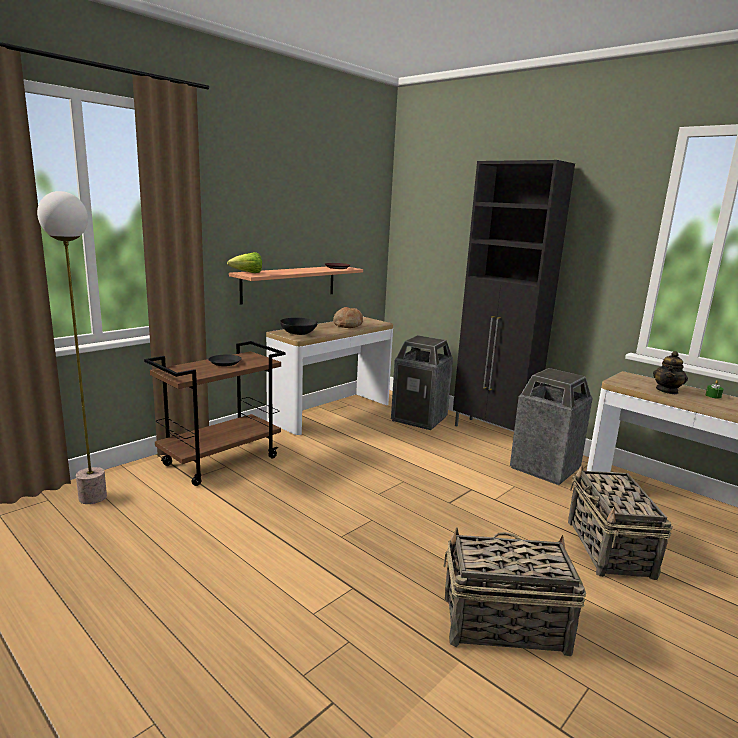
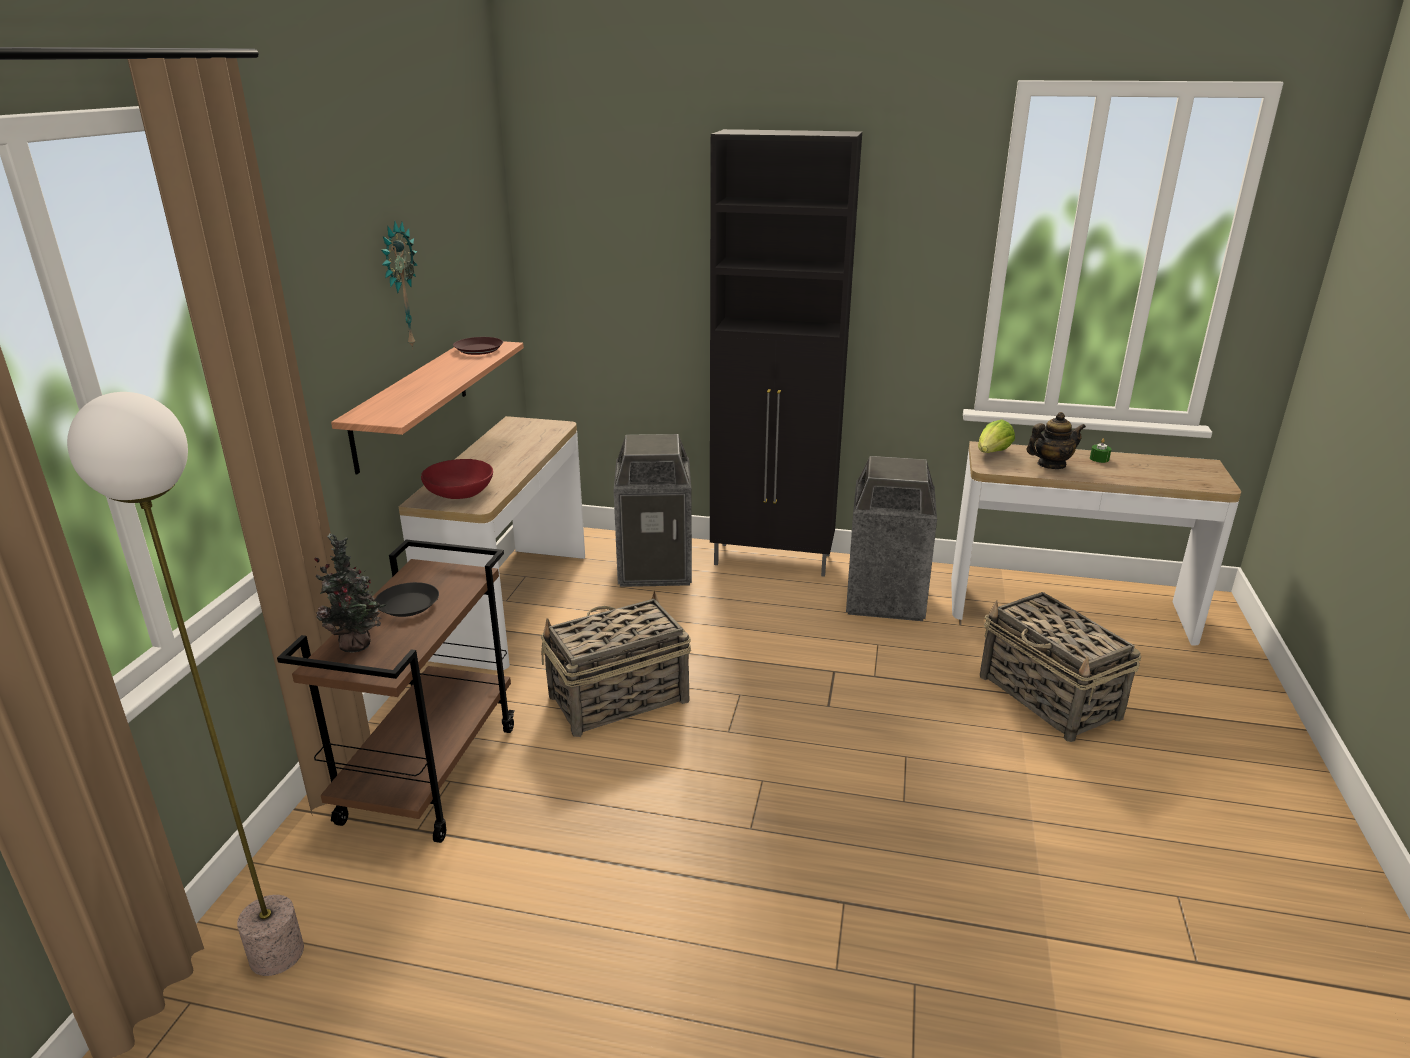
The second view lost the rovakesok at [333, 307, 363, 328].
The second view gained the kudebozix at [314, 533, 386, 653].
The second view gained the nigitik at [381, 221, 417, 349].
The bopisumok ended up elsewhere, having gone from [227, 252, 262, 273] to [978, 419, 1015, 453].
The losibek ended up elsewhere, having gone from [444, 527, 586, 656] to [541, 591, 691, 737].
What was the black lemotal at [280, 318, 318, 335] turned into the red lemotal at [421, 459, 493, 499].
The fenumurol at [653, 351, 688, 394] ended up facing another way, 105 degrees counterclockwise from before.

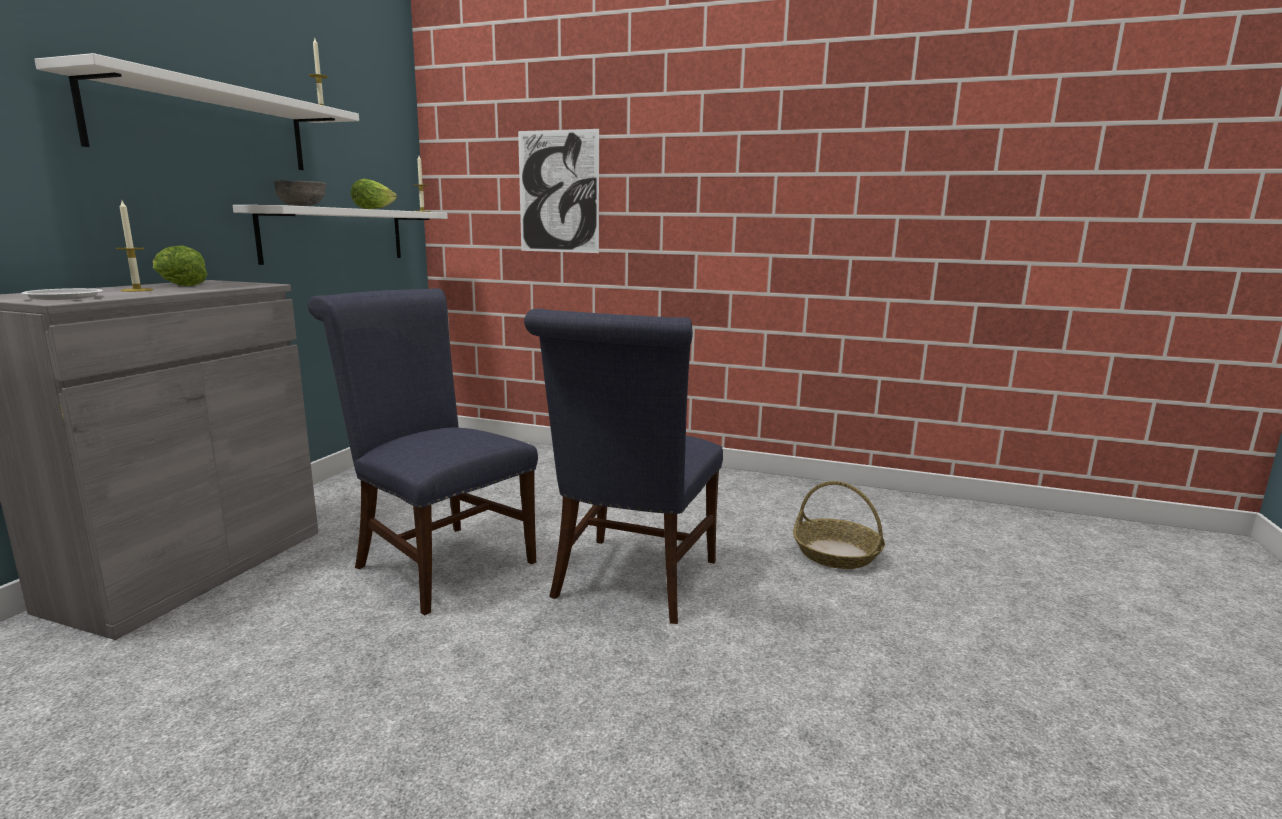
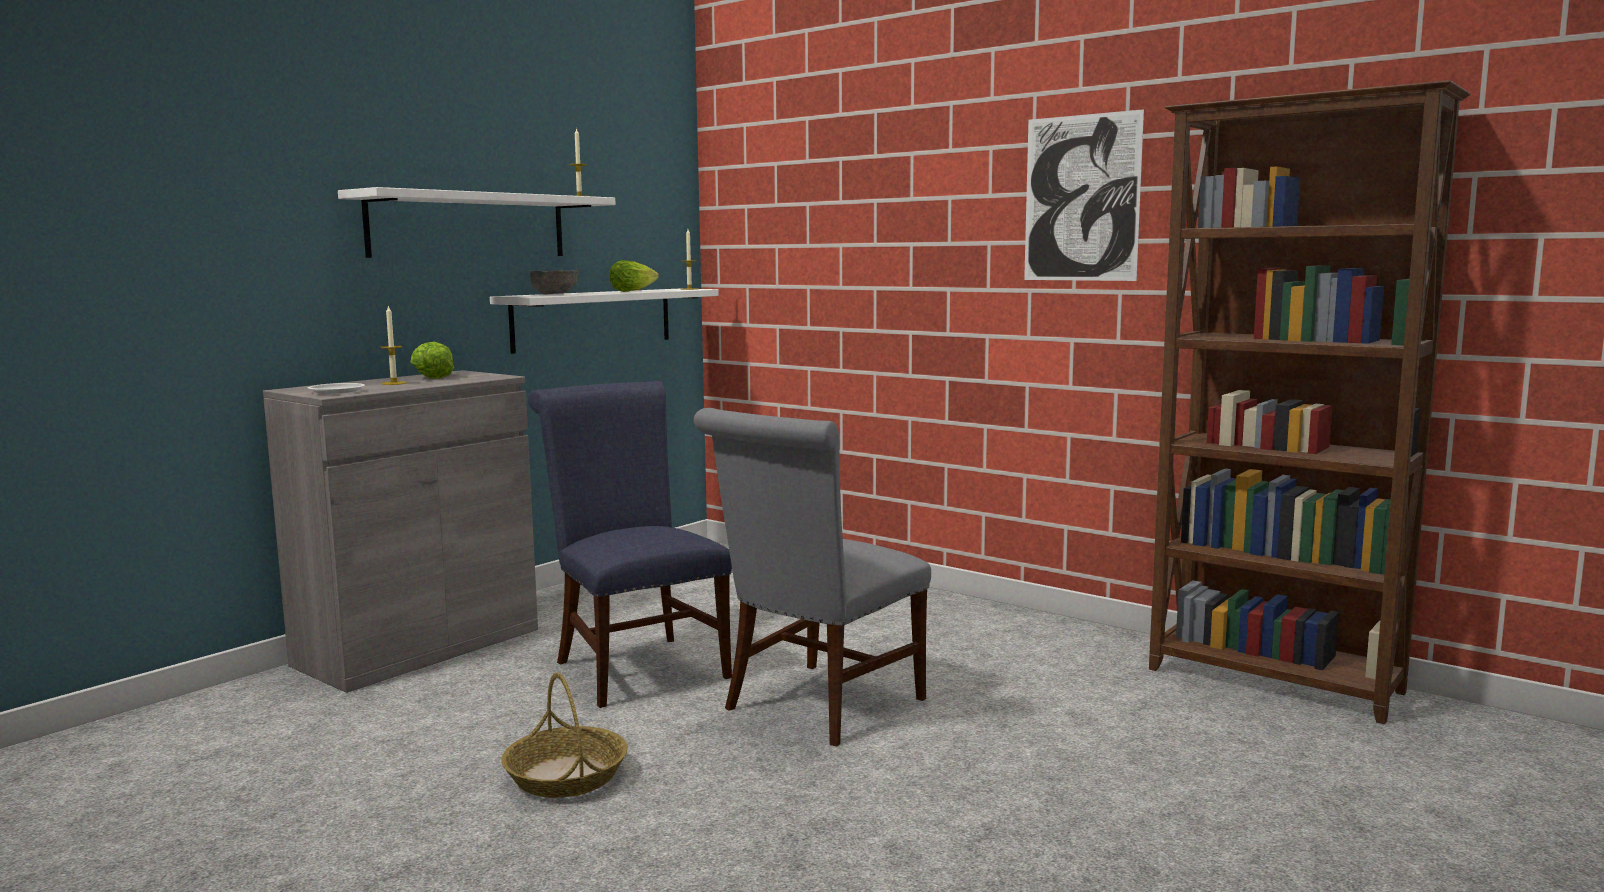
The second view gained the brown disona at [1149, 80, 1471, 724].
The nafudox ended up elsewhere, having gone from [518, 129, 599, 253] to [1024, 109, 1144, 281].
The losibek ended up elsewhere, having gone from [793, 481, 885, 569] to [501, 673, 628, 798].
What was the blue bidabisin at [524, 309, 723, 624] turned into the grey bidabisin at [694, 408, 931, 747].

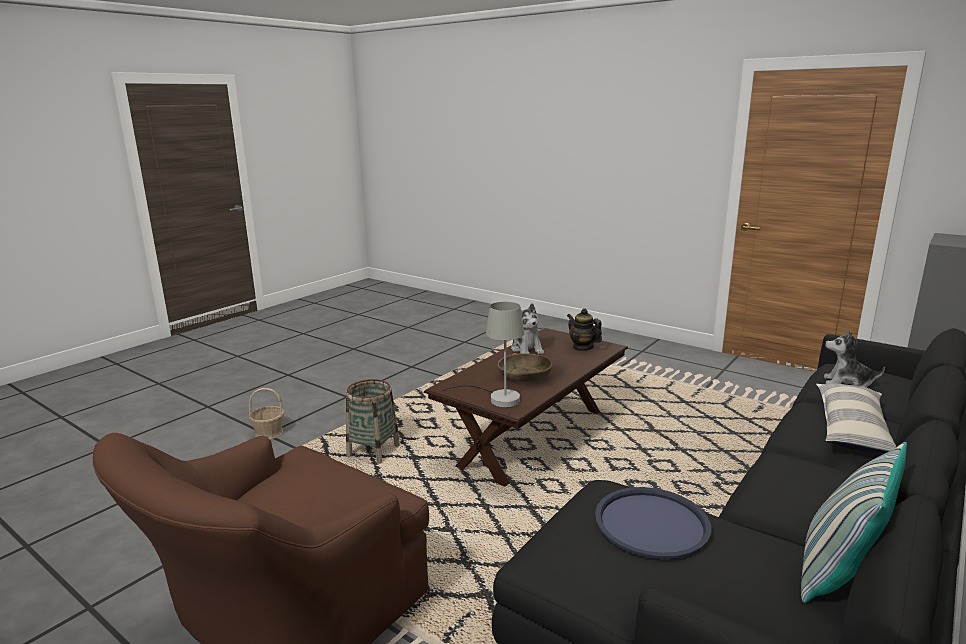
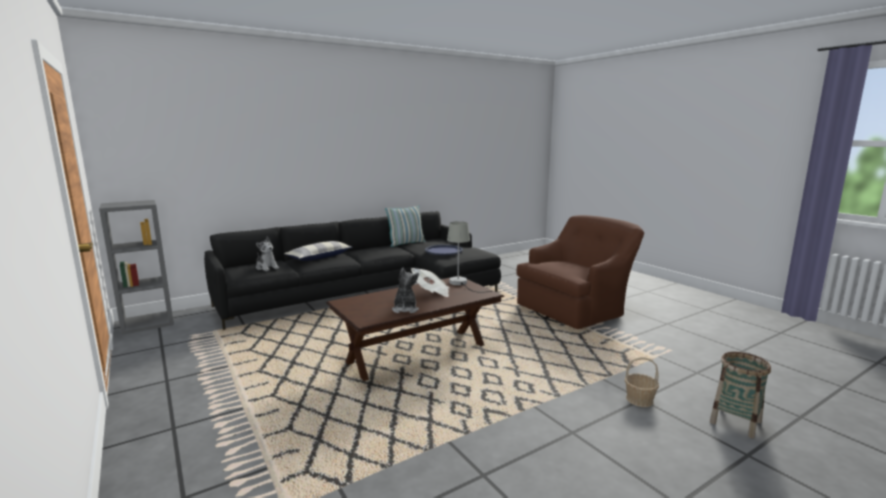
The second view lost the fenumurol at [567, 308, 602, 351].
The losibek ended up elsewhere, having gone from [346, 379, 400, 464] to [710, 352, 771, 439].
Where the brown lemotal stood at [497, 353, 552, 382], the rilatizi came to stand at [411, 268, 449, 297].

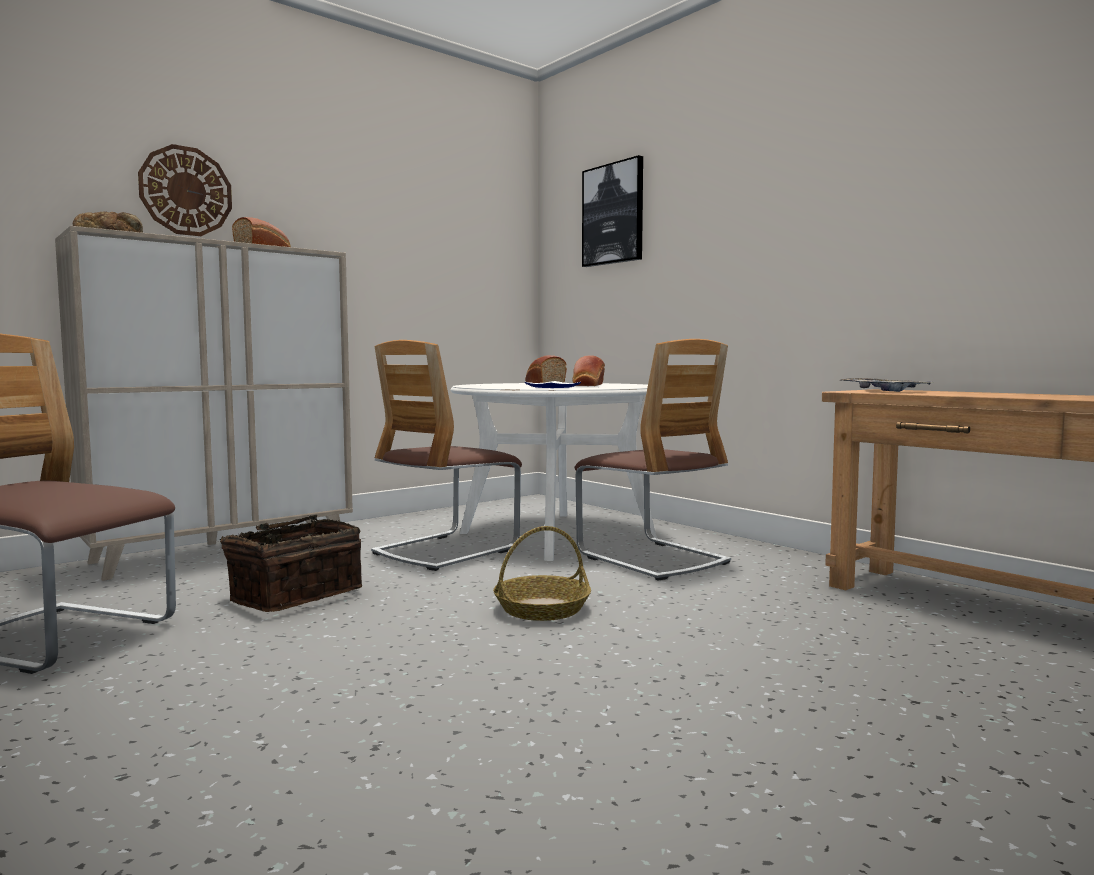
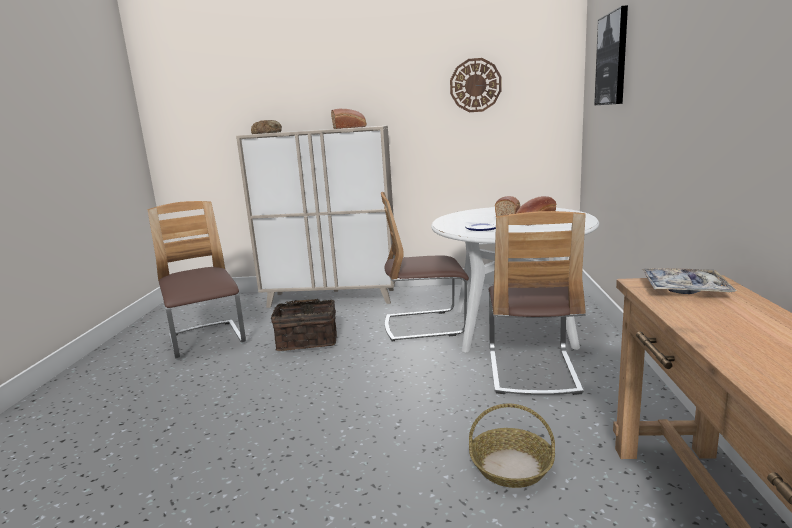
The nigitik ended up elsewhere, having gone from [138, 144, 232, 236] to [450, 58, 502, 112].
The losibek ended up elsewhere, having gone from [493, 526, 591, 621] to [469, 404, 555, 488].

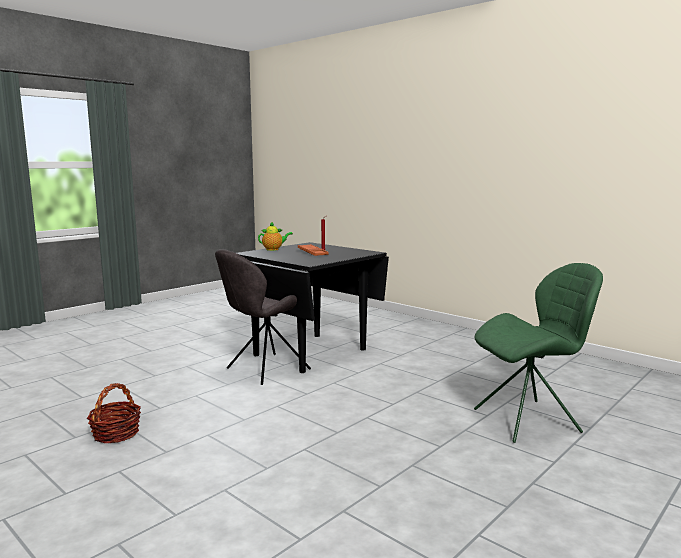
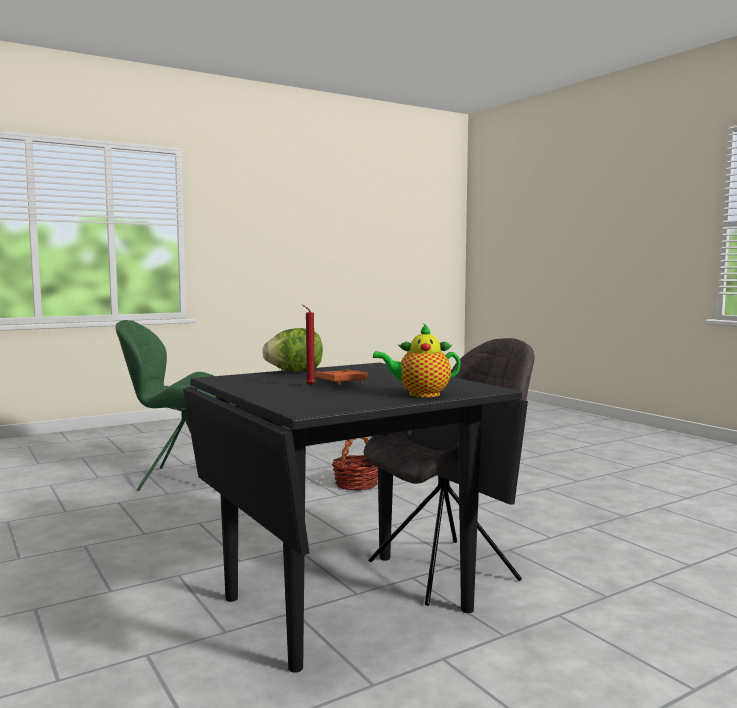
The second view gained the bopisumok at [262, 328, 323, 372].
The losibek ended up elsewhere, having gone from [87, 383, 141, 443] to [332, 437, 378, 490].

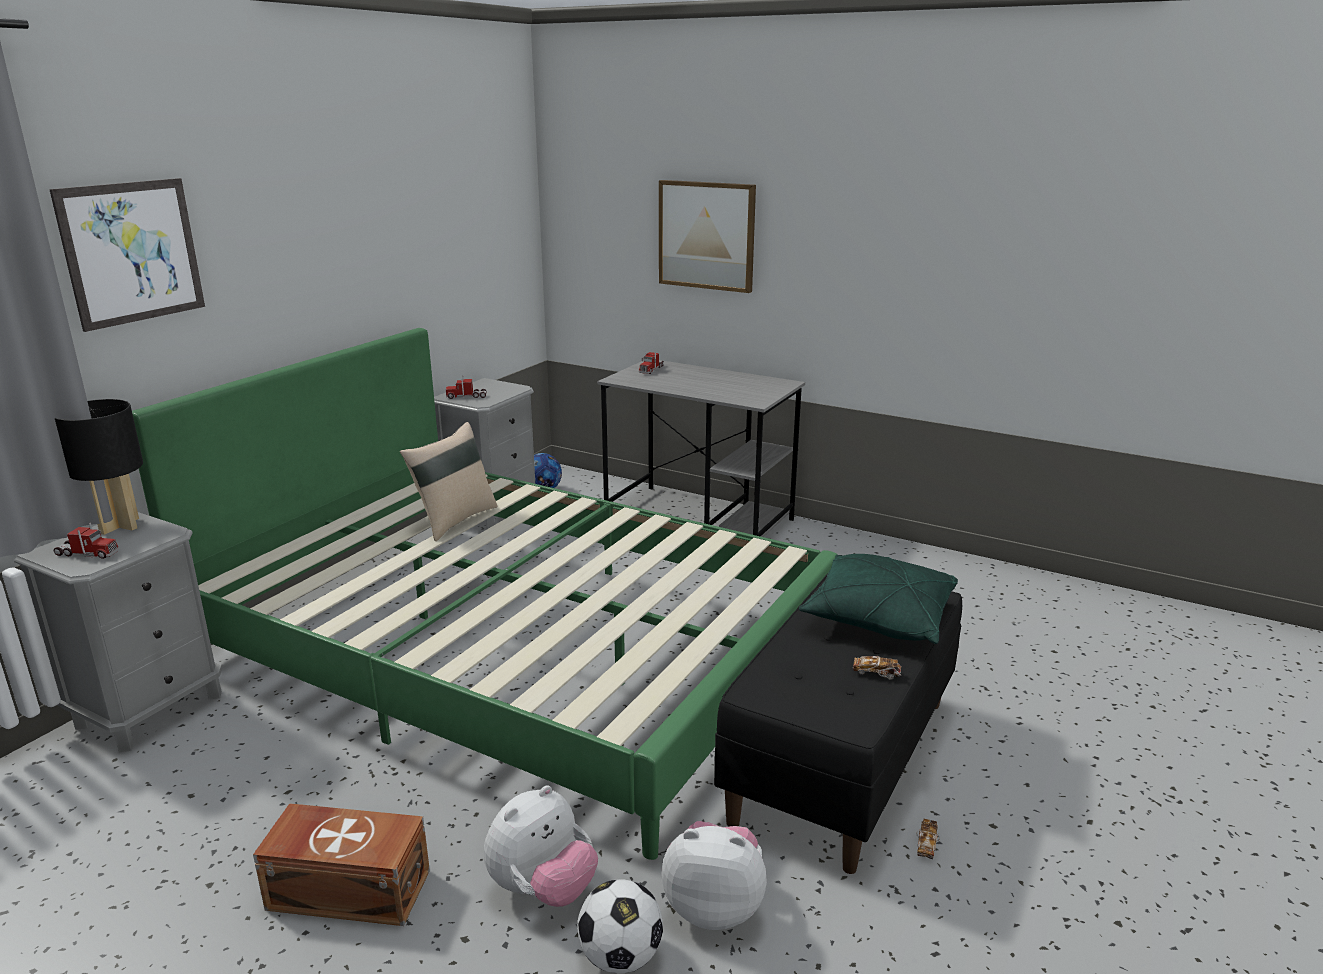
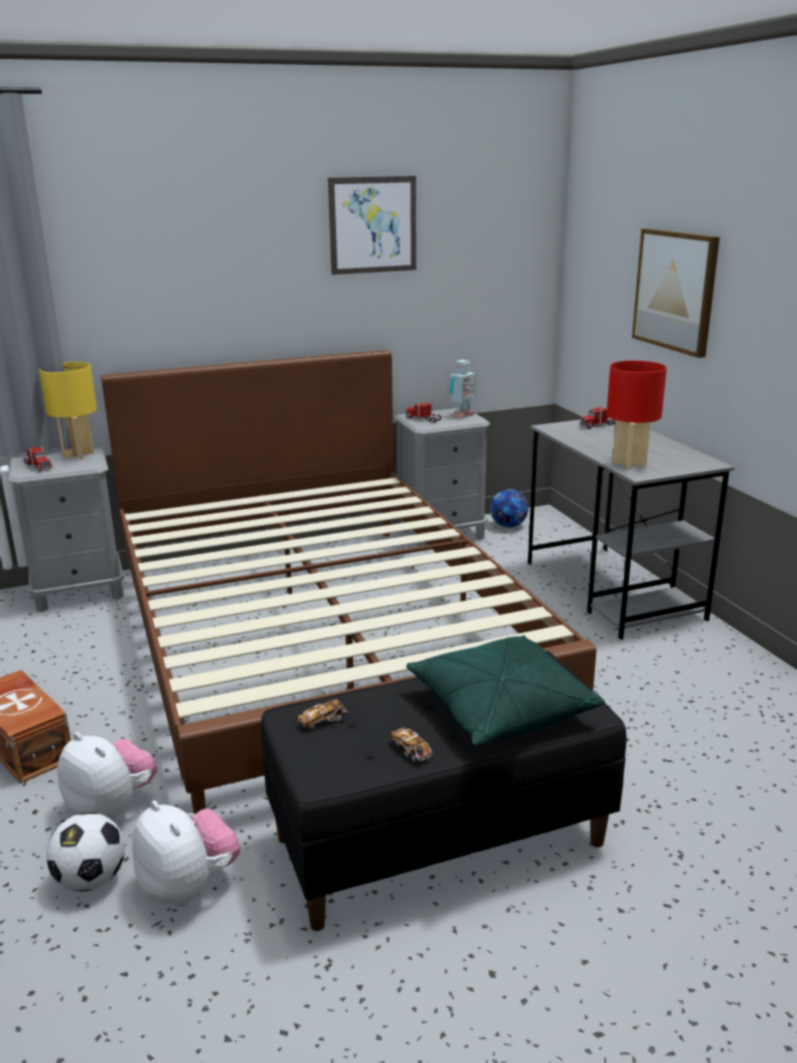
The second view lost the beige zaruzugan at [400, 422, 497, 541].
The second view gained the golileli at [450, 360, 476, 418].
The second view gained the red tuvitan at [606, 360, 667, 469].
The nafudox ended up elsewhere, having gone from [49, 178, 205, 332] to [328, 176, 416, 275].
The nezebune ended up elsewhere, having gone from [917, 819, 940, 859] to [298, 699, 348, 729].
What was the black tuvitan at [55, 399, 143, 535] turned into the yellow tuvitan at [39, 362, 97, 459].
What was the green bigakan at [132, 328, 838, 860] turned into the brown bigakan at [101, 350, 597, 814].
The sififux at [484, 785, 598, 907] ended up facing another way, 135 degrees counterclockwise from before.

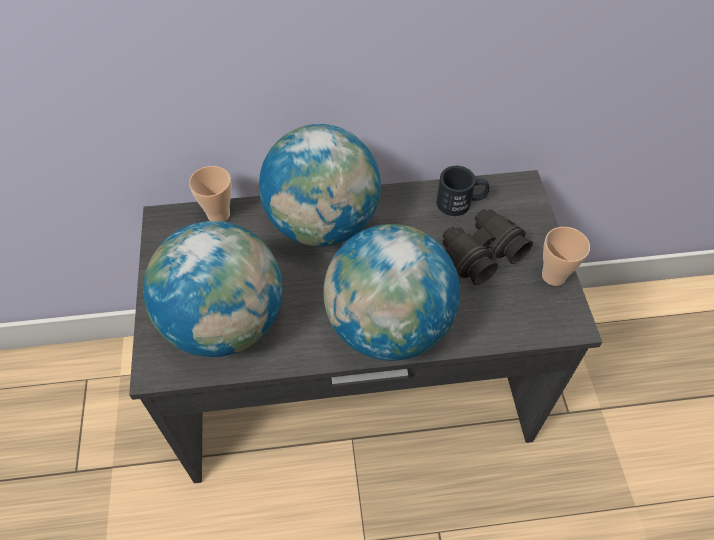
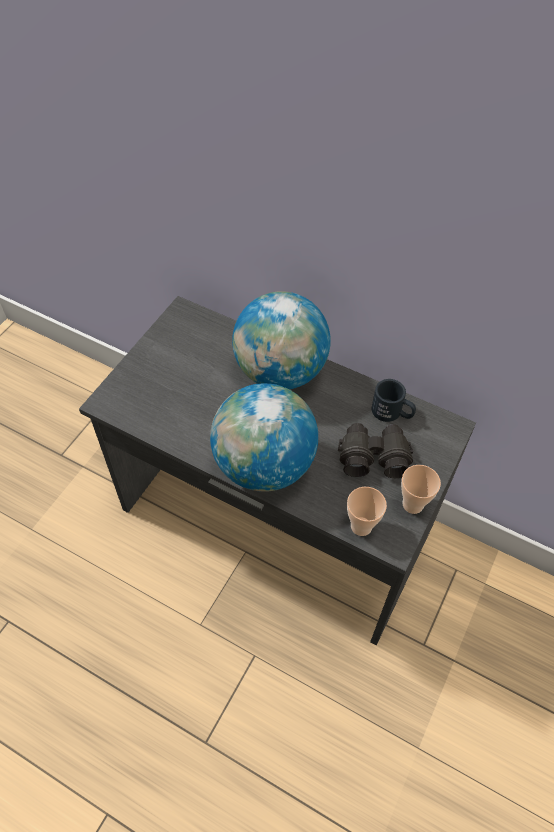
The second view lost the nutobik at [143, 221, 282, 357].
The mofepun ended up elsewhere, having gone from [189, 166, 231, 222] to [347, 487, 387, 536].

